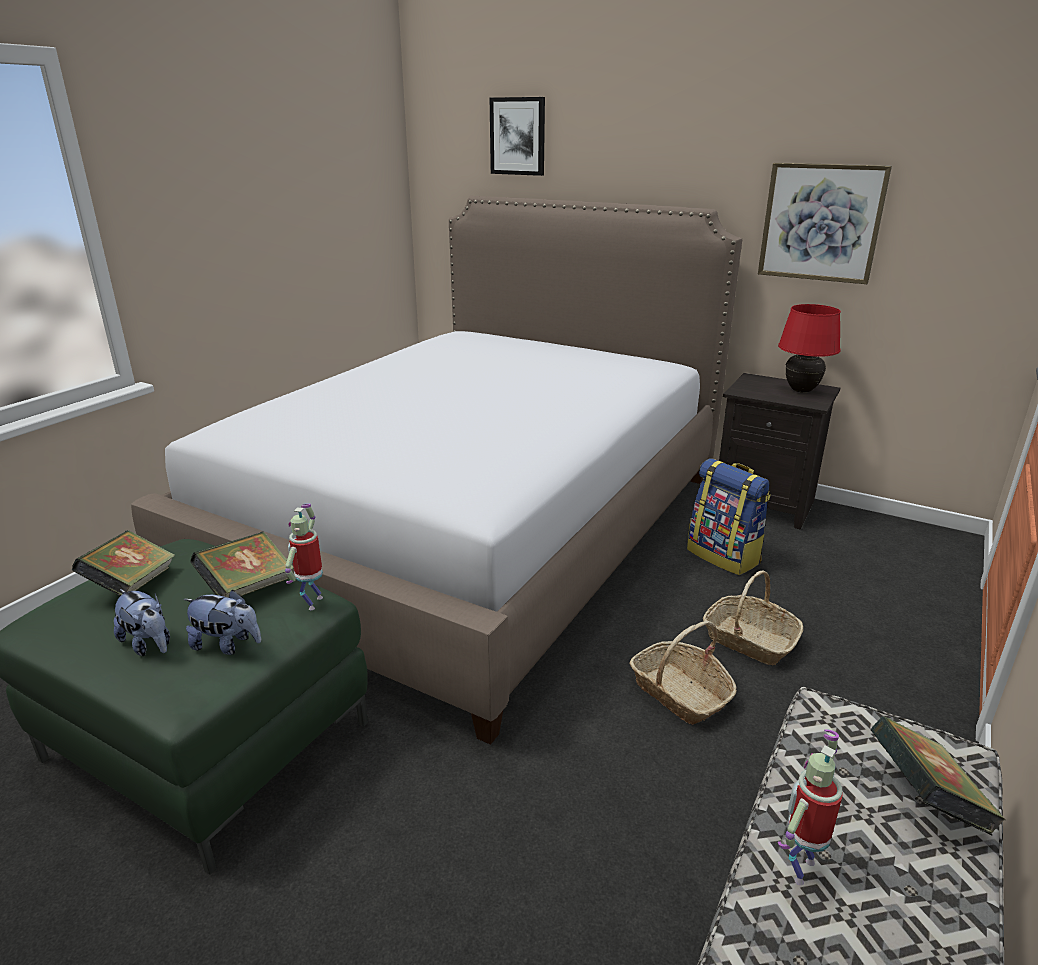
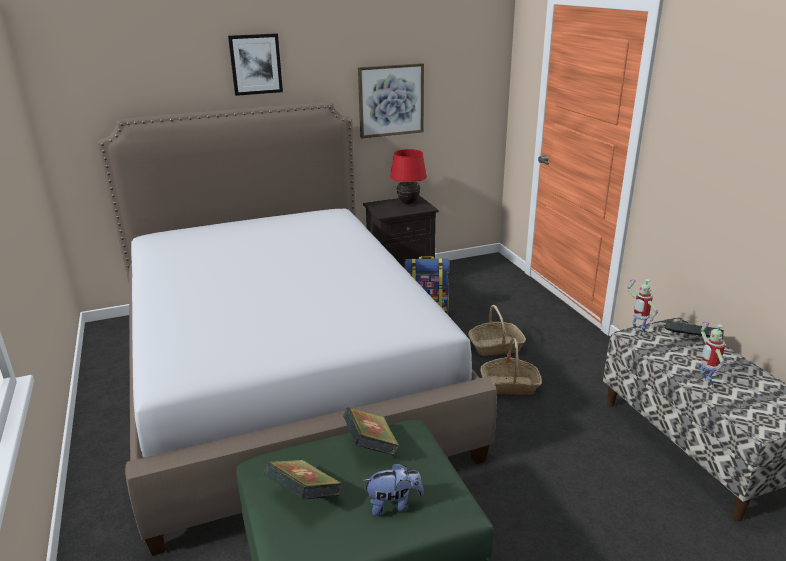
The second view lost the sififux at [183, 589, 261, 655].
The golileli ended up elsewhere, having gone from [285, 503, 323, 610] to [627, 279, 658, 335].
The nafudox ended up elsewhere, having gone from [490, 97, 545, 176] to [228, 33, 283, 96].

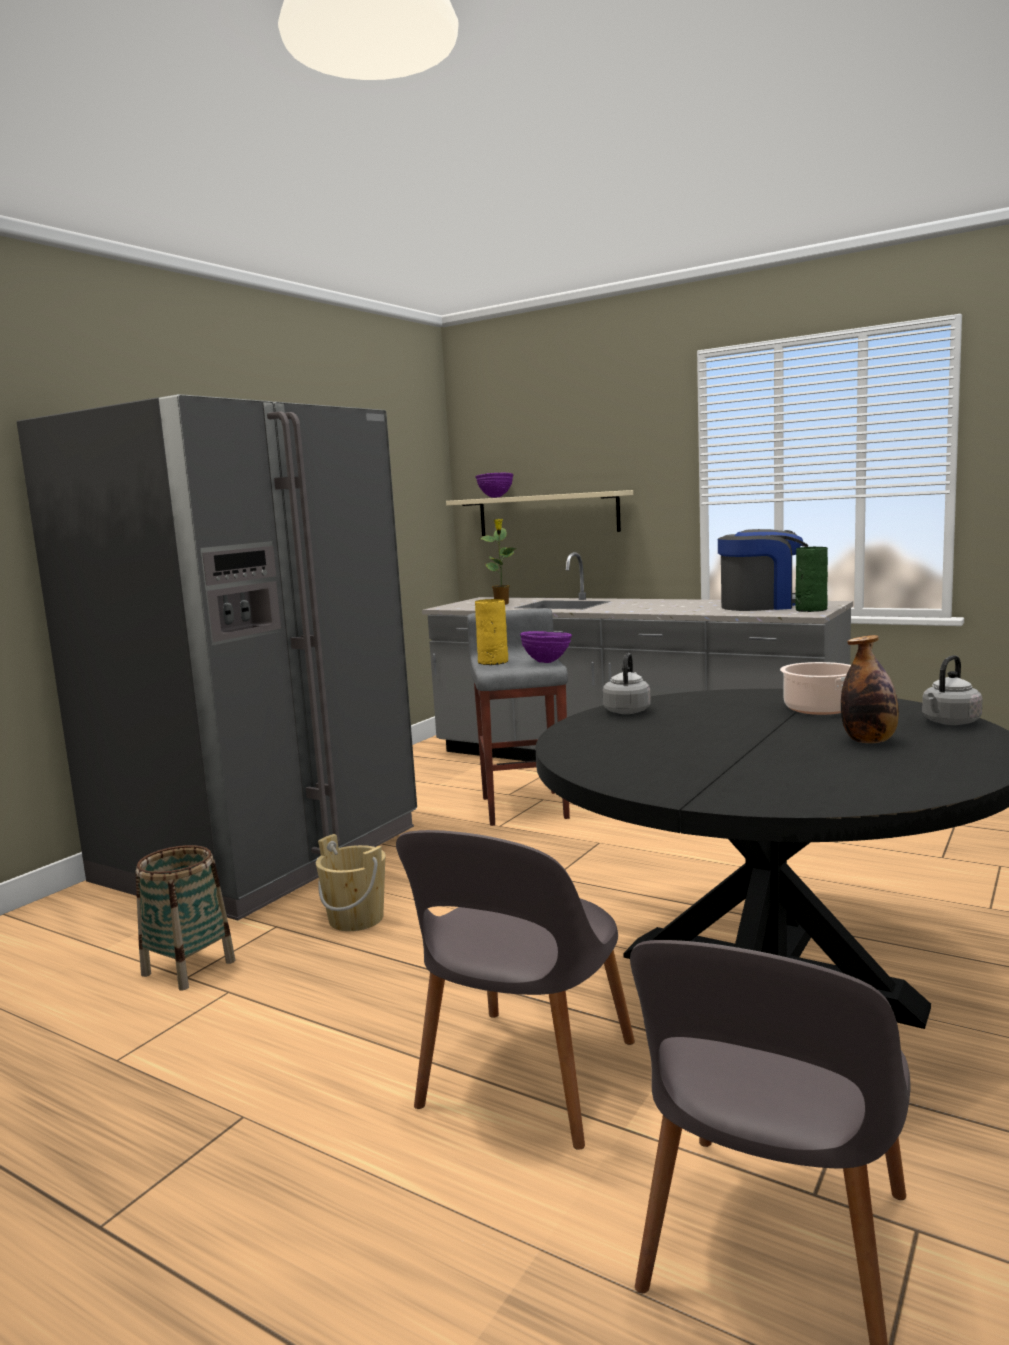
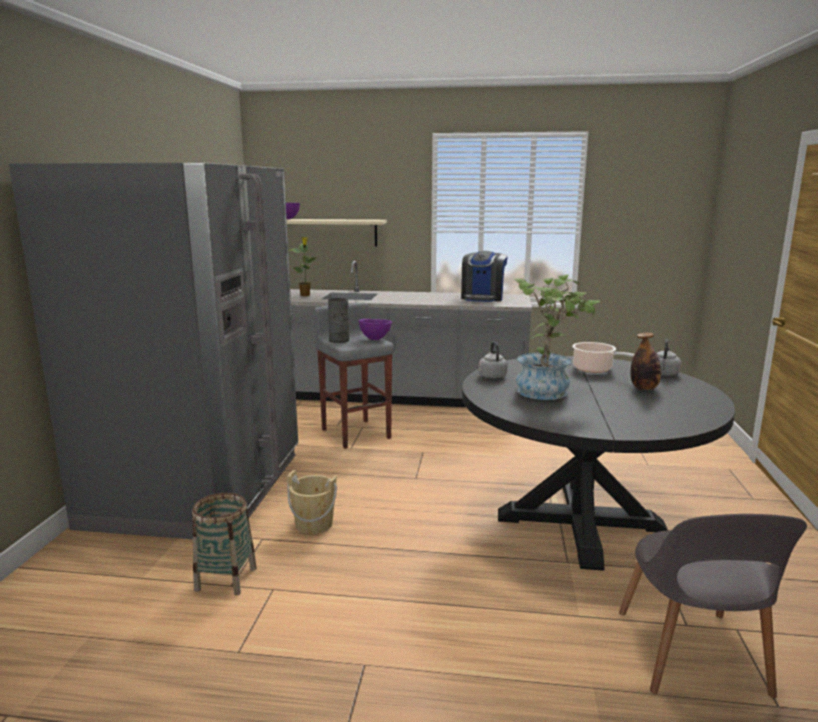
The second view lost the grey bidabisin at [396, 830, 635, 1150].
The second view lost the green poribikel at [796, 547, 828, 612].
The second view gained the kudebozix at [514, 274, 600, 400].
What was the yellow poribikel at [475, 599, 508, 665] turned into the grey poribikel at [328, 298, 350, 343].
The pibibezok at [718, 529, 808, 611] ended up facing another way, 135 degrees clockwise from before.

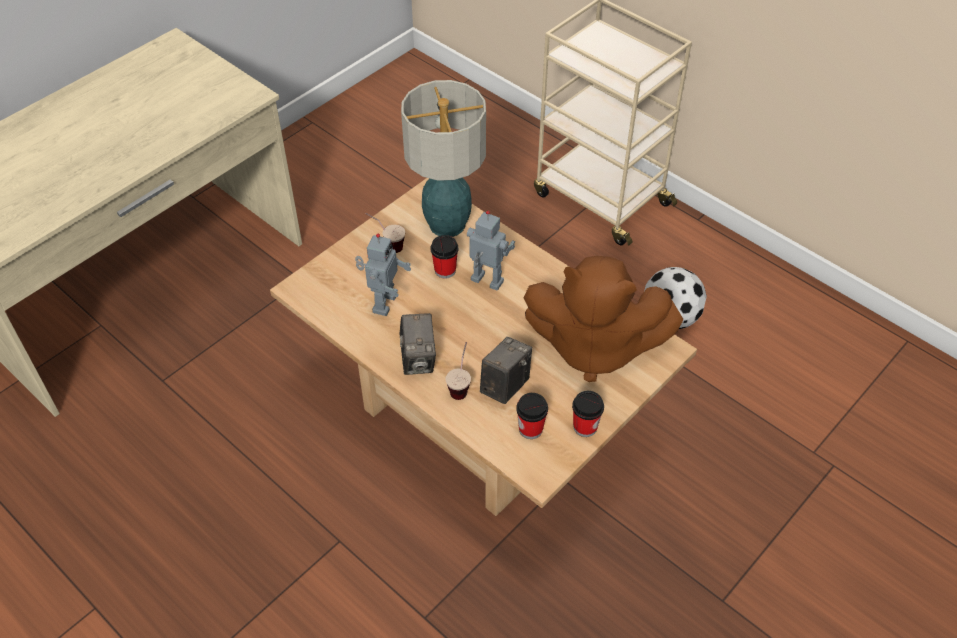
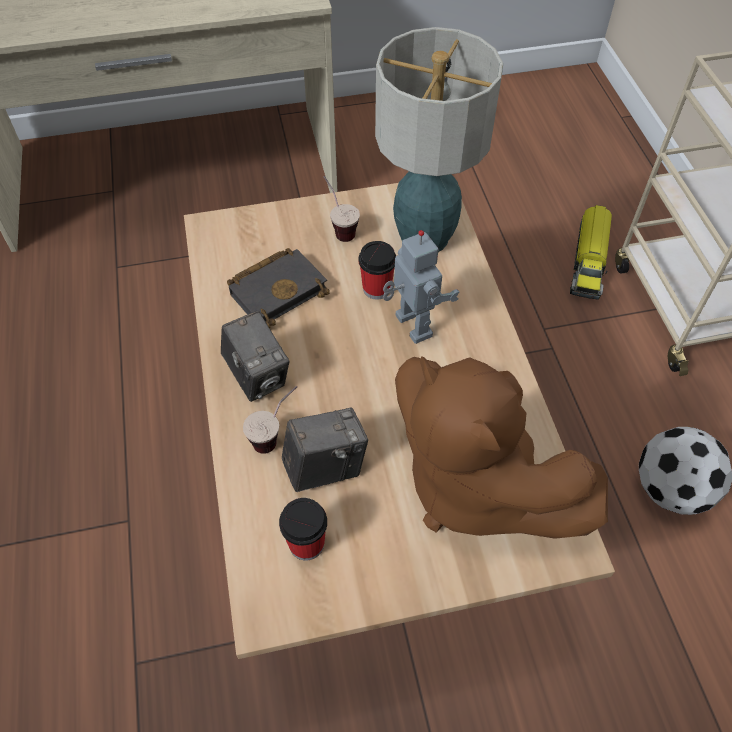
The second view lost the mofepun at [572, 391, 604, 437].
The second view gained the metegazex at [570, 205, 612, 300].
Where the golileli stood at [355, 234, 411, 316], the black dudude came to stand at [227, 248, 330, 328].
The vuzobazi at [399, 313, 436, 375] ended up facing another way, 60 degrees counterclockwise from before.

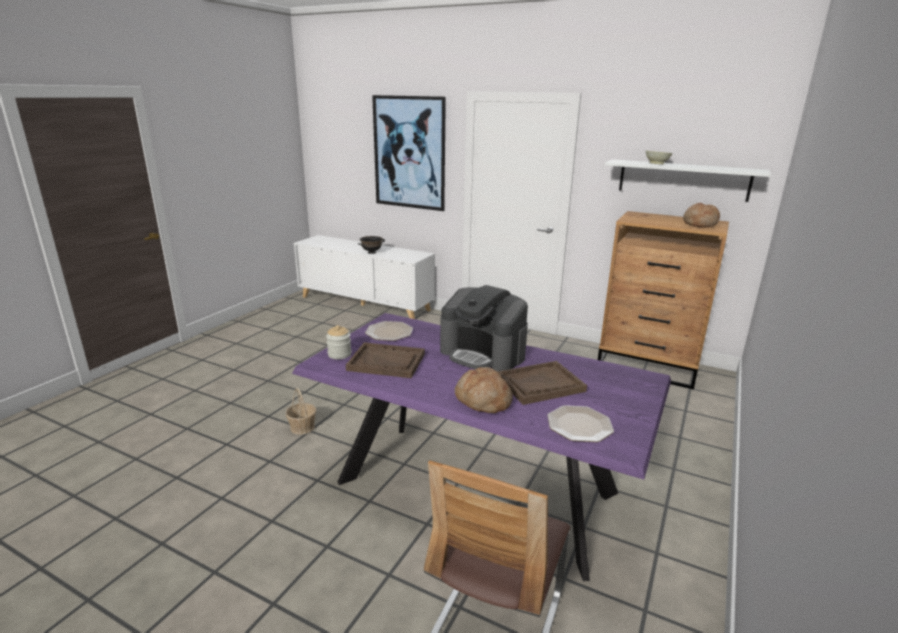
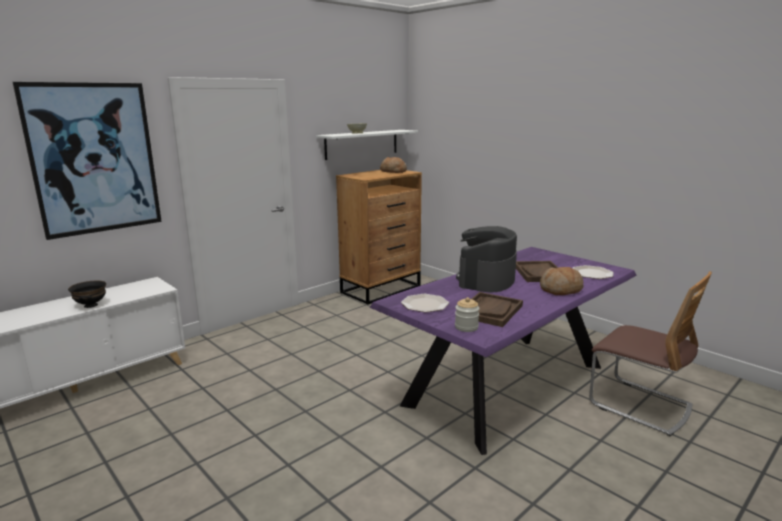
The second view lost the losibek at [285, 388, 316, 435].
The pibibezok at [440, 285, 528, 371] ended up facing another way, 150 degrees clockwise from before.

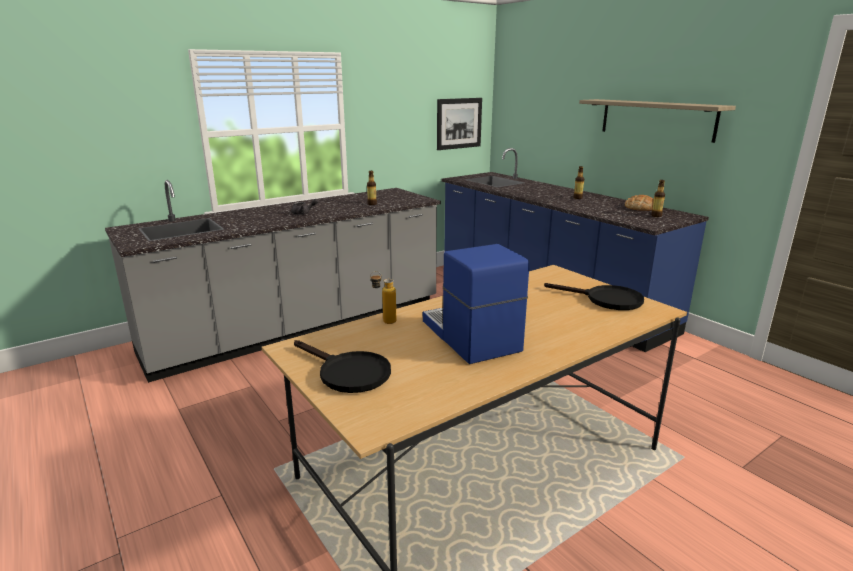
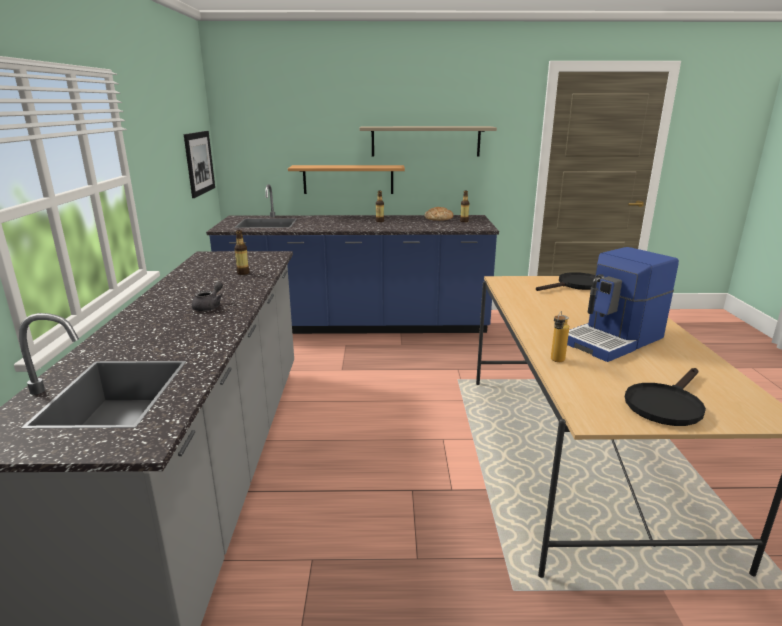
The second view gained the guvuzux at [288, 165, 405, 194].
The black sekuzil at [294, 340, 391, 393] ended up facing another way, 150 degrees clockwise from before.
The pibibezok at [423, 244, 529, 364] ended up facing another way, 45 degrees counterclockwise from before.

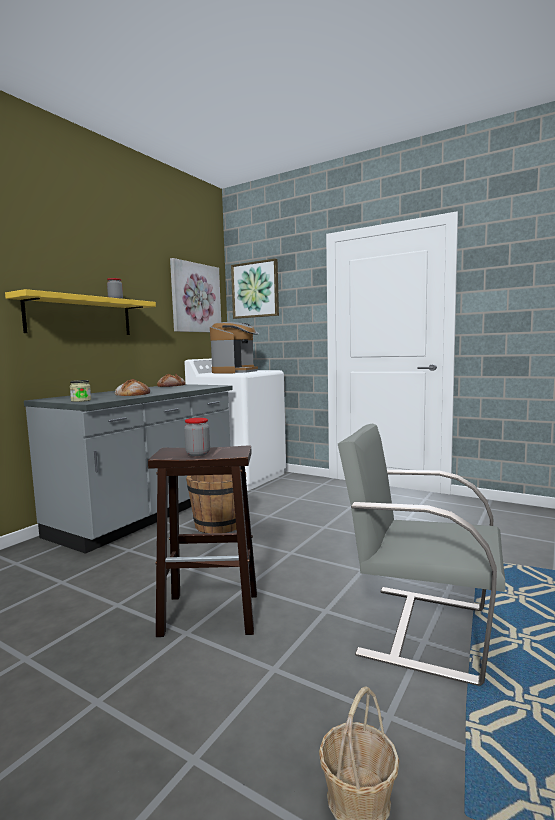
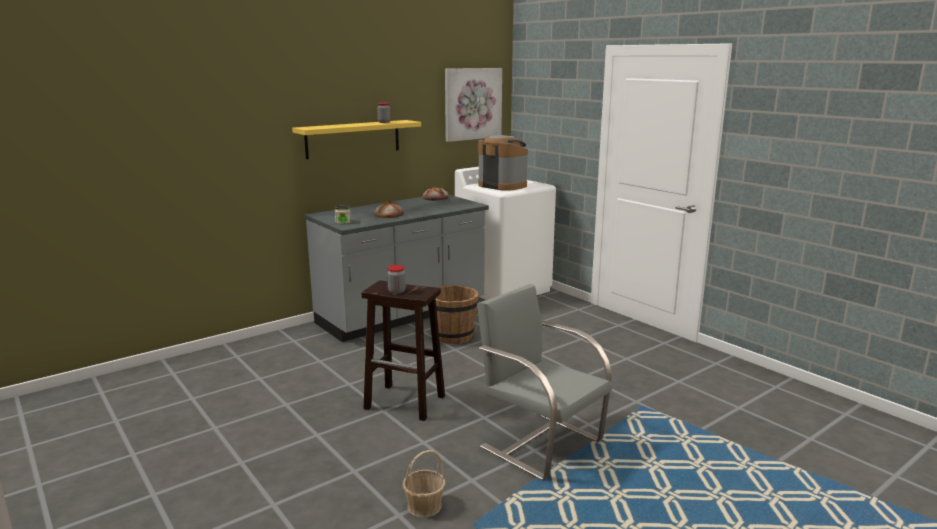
The second view lost the nafudox at [231, 258, 279, 319].
The pibibezok at [210, 322, 259, 373] ended up facing another way, 90 degrees counterclockwise from before.

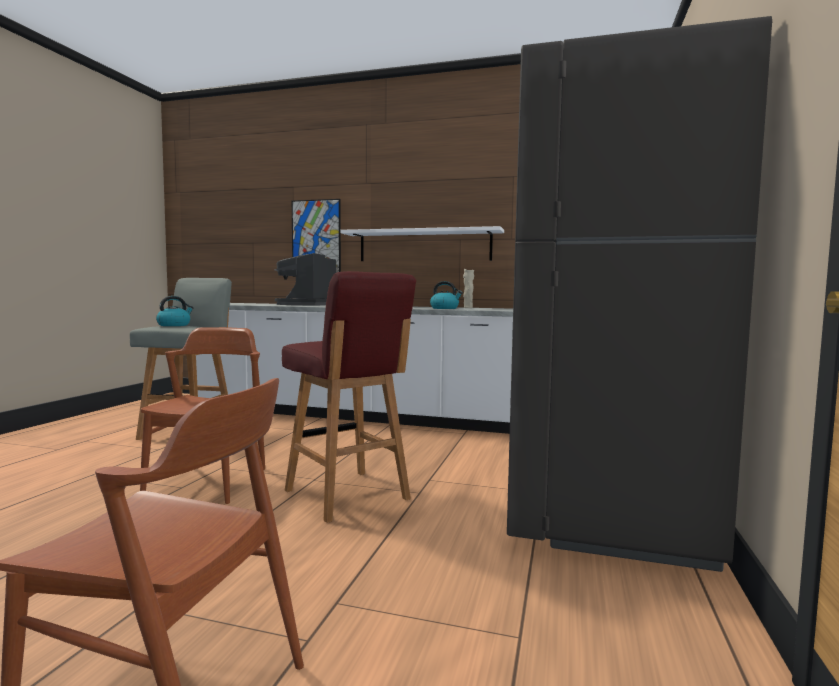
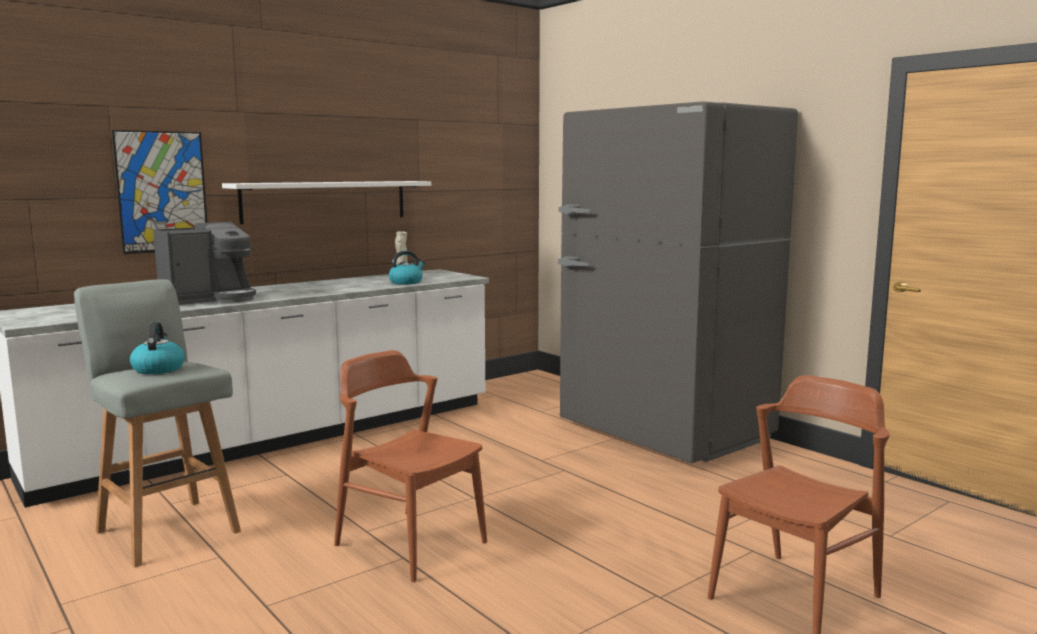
The second view lost the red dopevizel at [282, 271, 416, 523].
The pibibezok at [275, 253, 336, 306] ended up facing another way, 90 degrees counterclockwise from before.

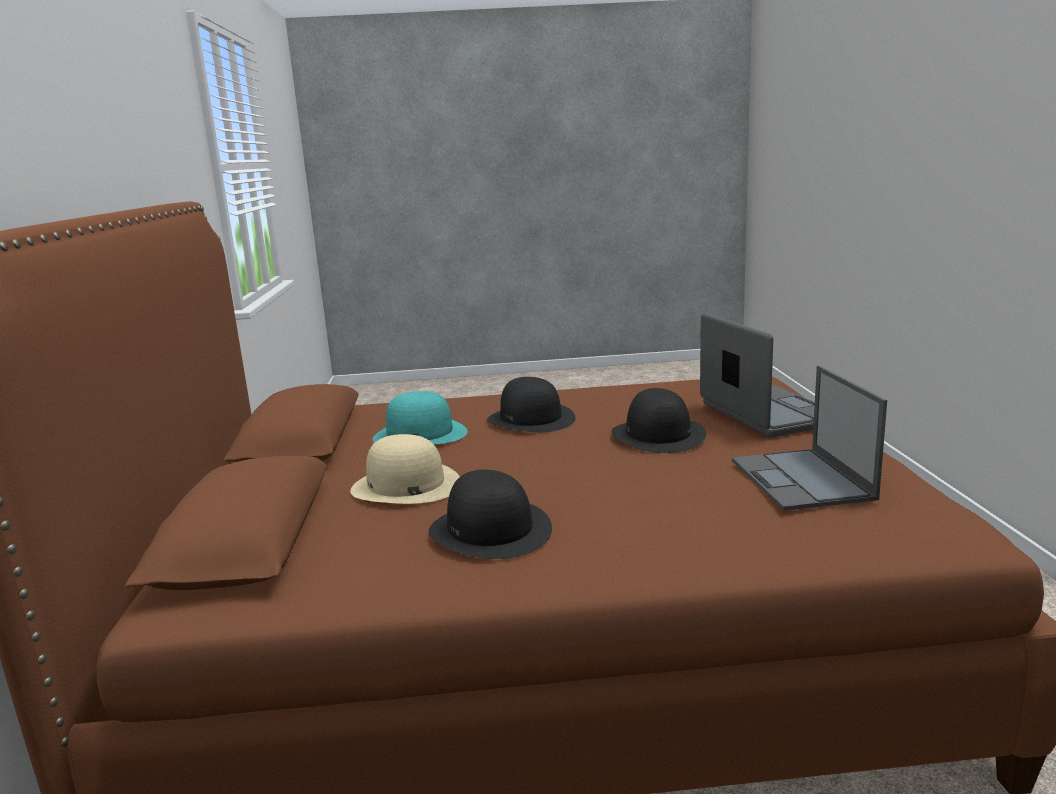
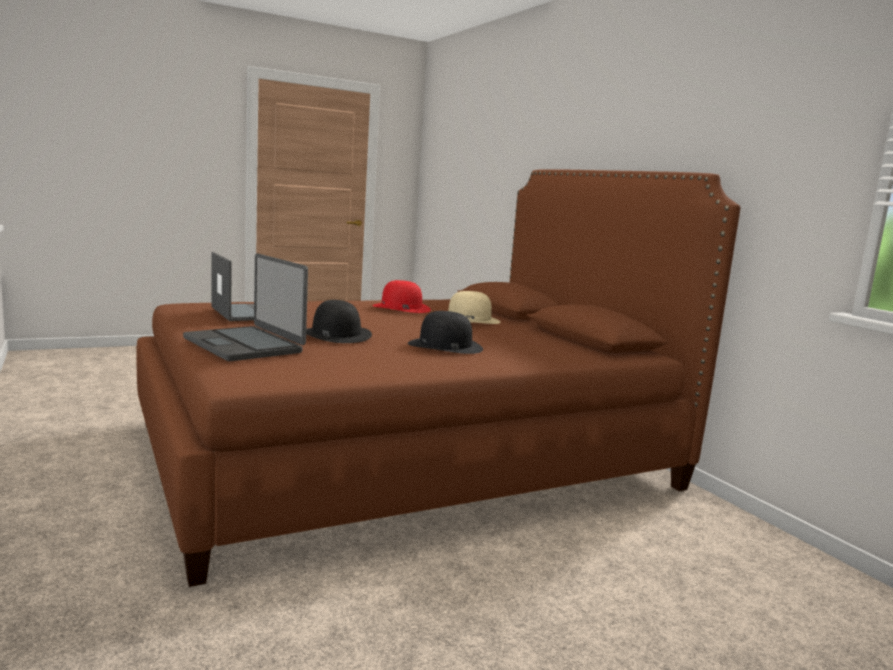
The second view lost the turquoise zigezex at [373, 391, 467, 444].
What was the black zigezex at [429, 470, 552, 559] turned into the red zigezex at [372, 280, 431, 313].

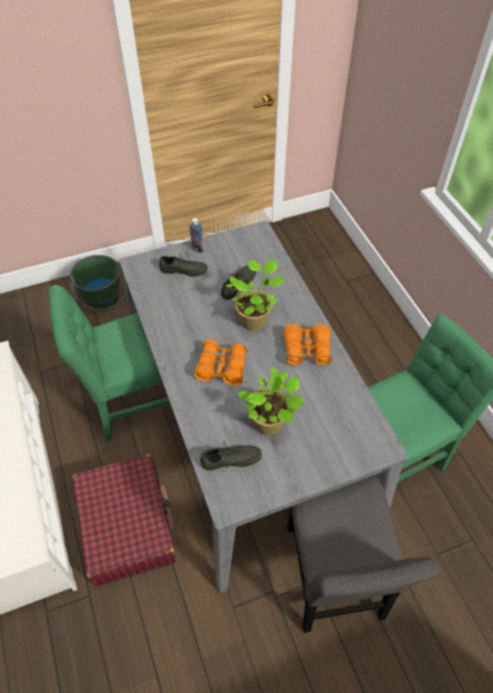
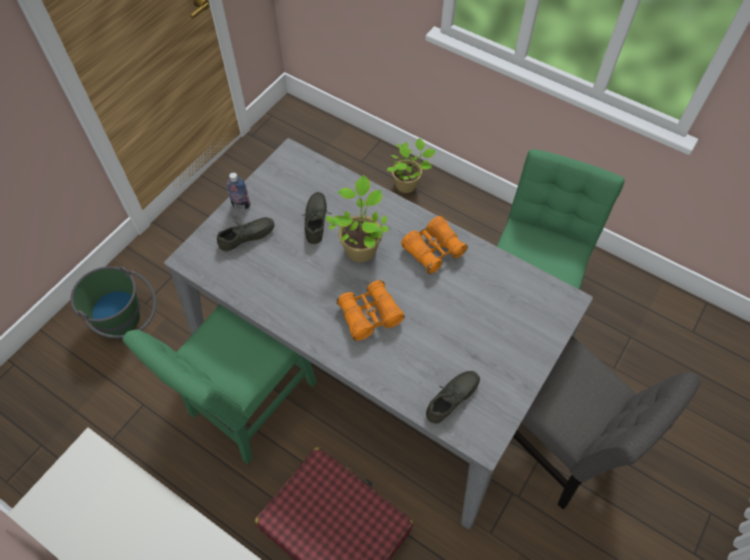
The kudebozix ended up elsewhere, having gone from [237, 367, 304, 435] to [387, 138, 436, 193].

